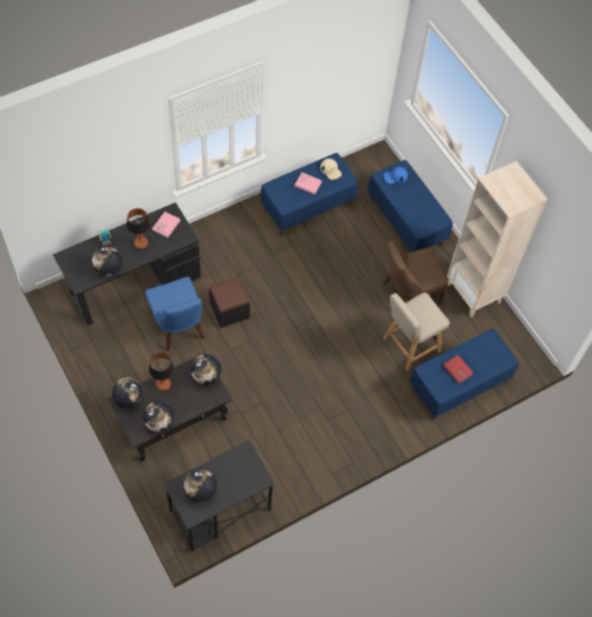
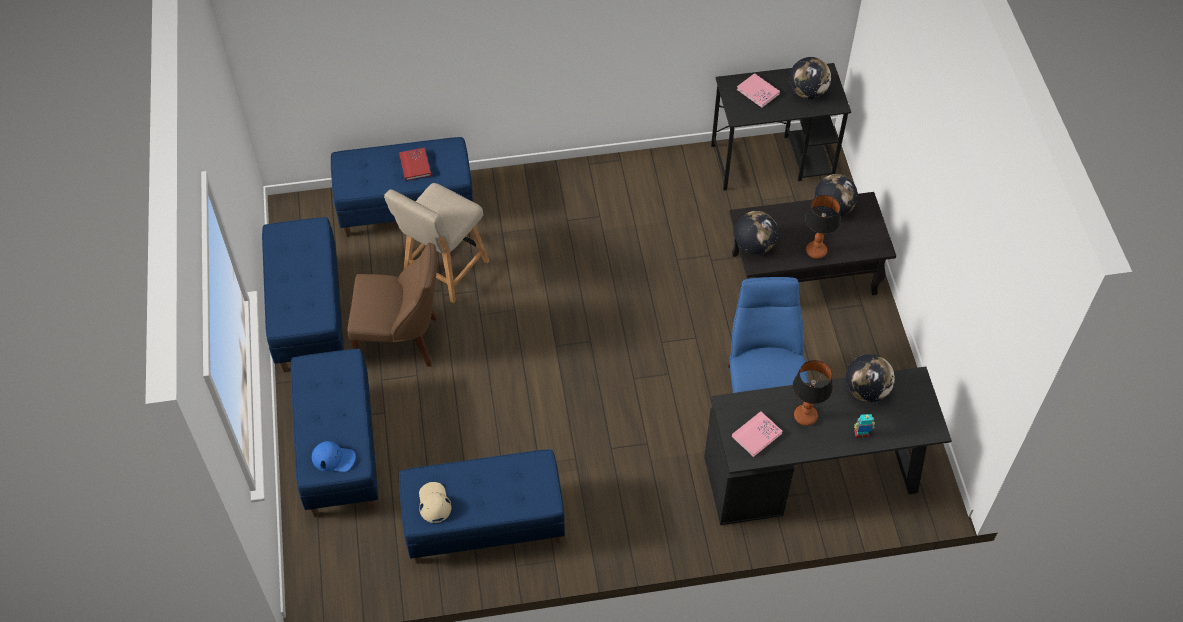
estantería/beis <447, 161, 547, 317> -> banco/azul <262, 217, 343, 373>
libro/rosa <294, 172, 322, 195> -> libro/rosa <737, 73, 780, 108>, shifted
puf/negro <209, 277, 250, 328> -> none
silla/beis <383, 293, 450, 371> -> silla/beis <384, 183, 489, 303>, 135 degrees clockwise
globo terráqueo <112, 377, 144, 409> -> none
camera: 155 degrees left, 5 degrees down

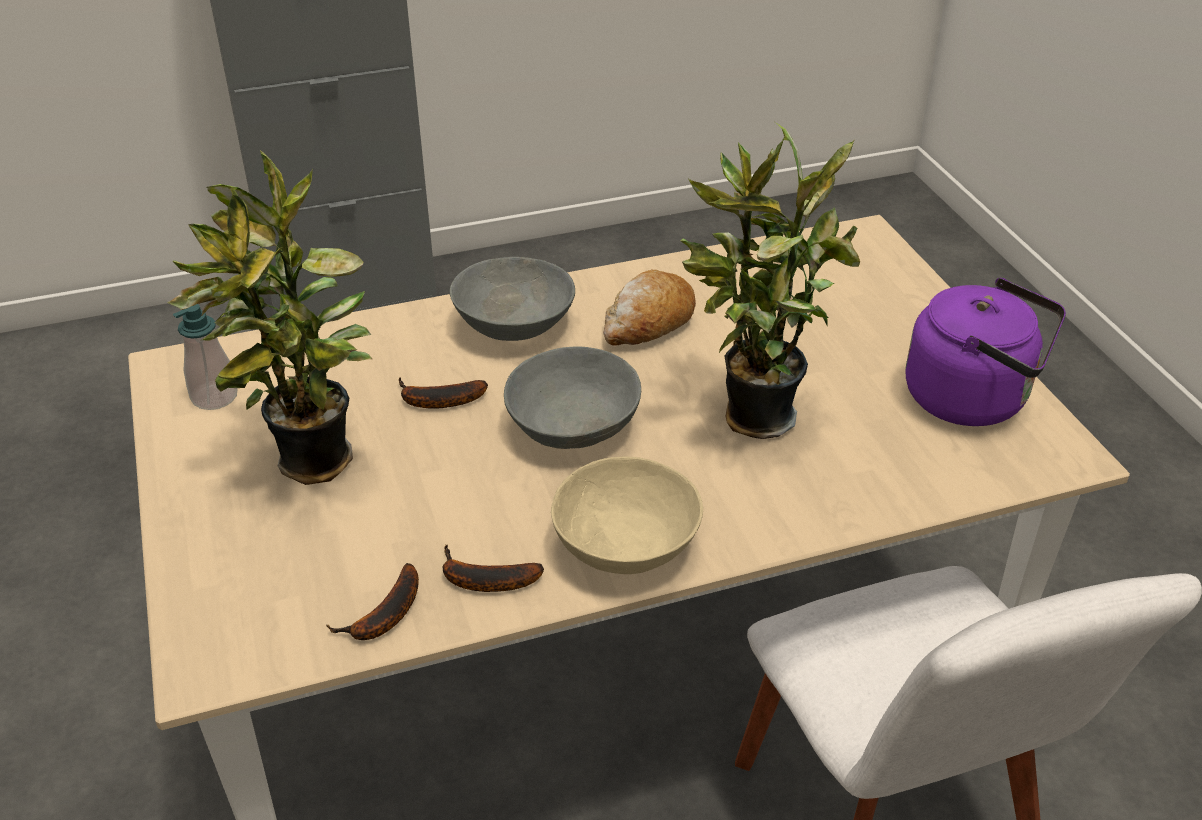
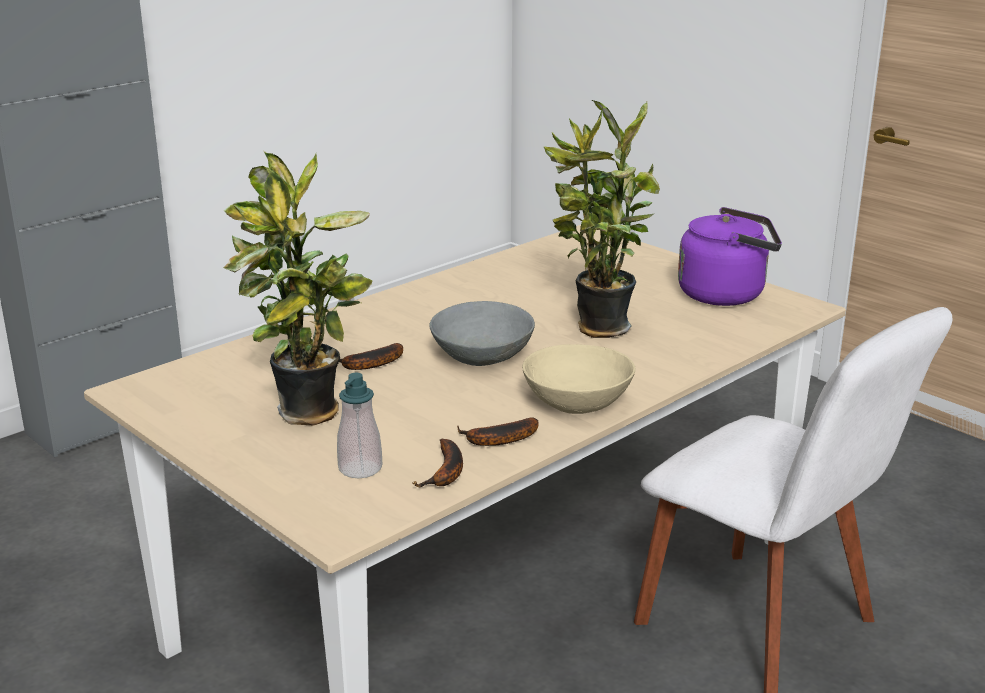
cuenco/gris <450, 257, 575, 341> -> none
pan <603, 269, 696, 346> -> none
dispensador de jabón <173, 304, 238, 410> -> dispensador de jabón <337, 373, 382, 478>, shifted
camera: 25 degrees left, 15 degrees down

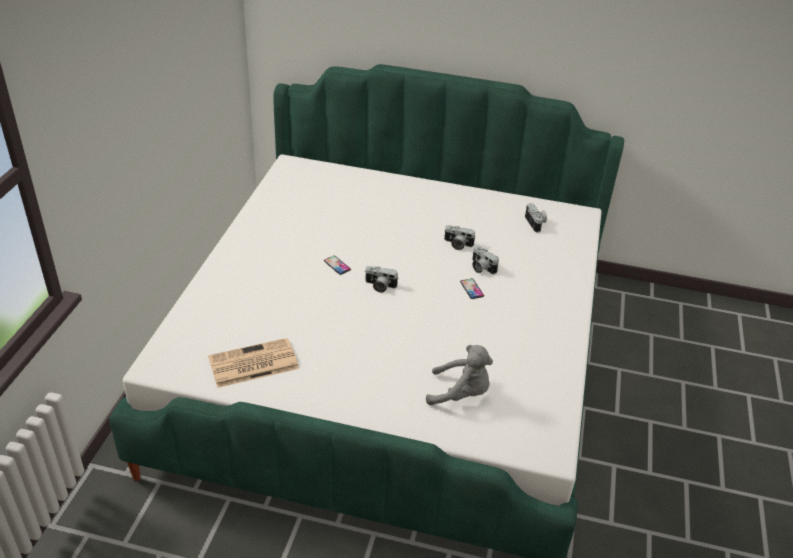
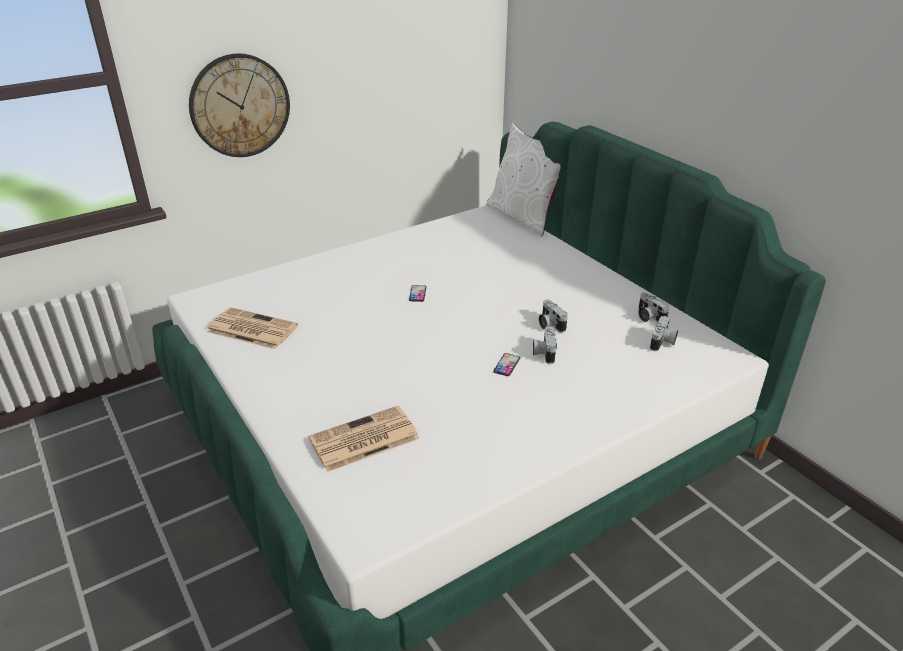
cámara <365, 266, 399, 293> -> cámara <638, 292, 669, 322>, shifted
peluche/gris <426, 345, 493, 405> -> periódico <309, 406, 420, 472>
none -> reloj de pared <189, 53, 290, 157>
none -> cojín/blanco <486, 123, 561, 236>
camera: 45 degrees right, 5 degrees down

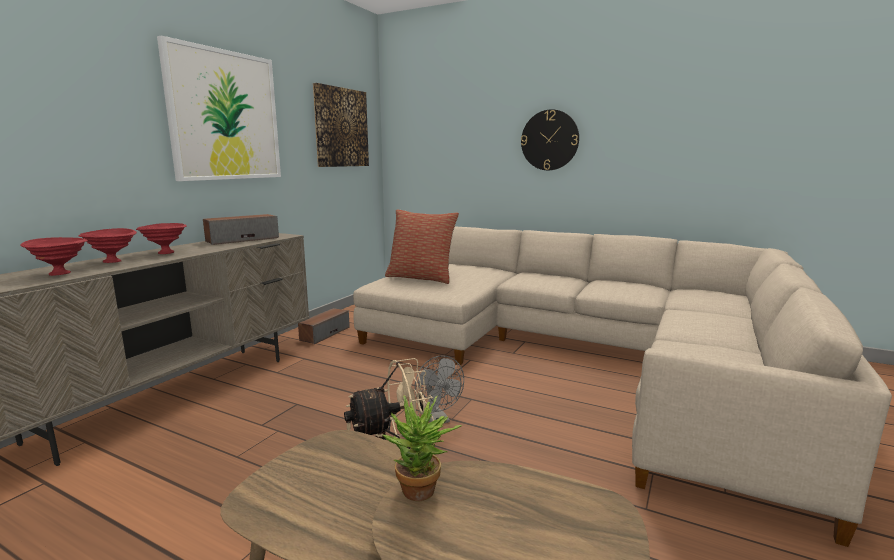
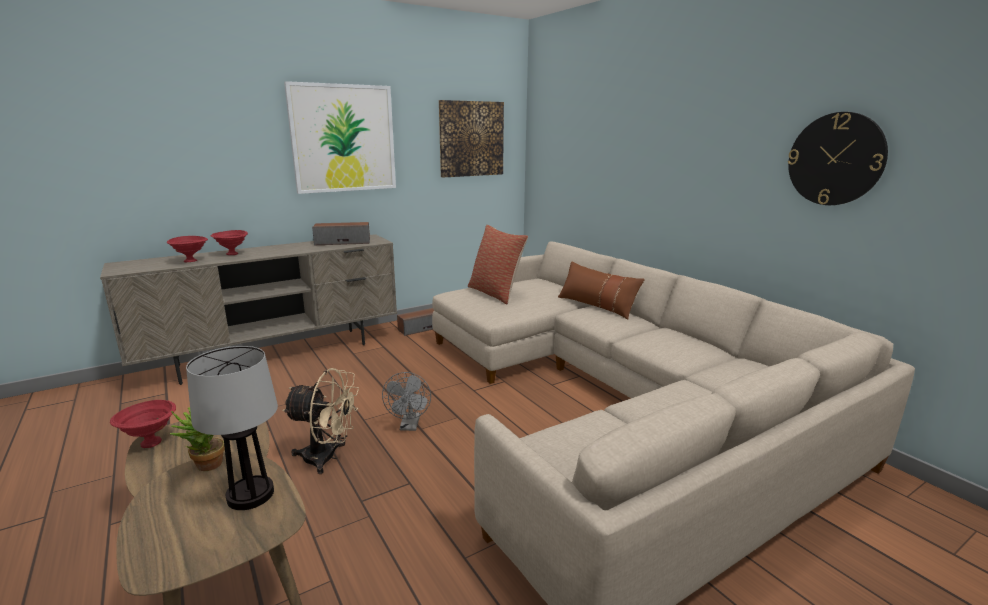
reloj de pared <521, 109, 579, 170> -> reloj de pared <788, 112, 888, 205>, shifted
cuenco/rojo <136, 223, 187, 254> -> cuenco/rojo <110, 400, 176, 448>, shifted
none -> cojín/marrón <558, 262, 645, 319>
none -> lámpara de mesa <186, 346, 278, 510>
camera: 30 degrees right, 5 degrees up

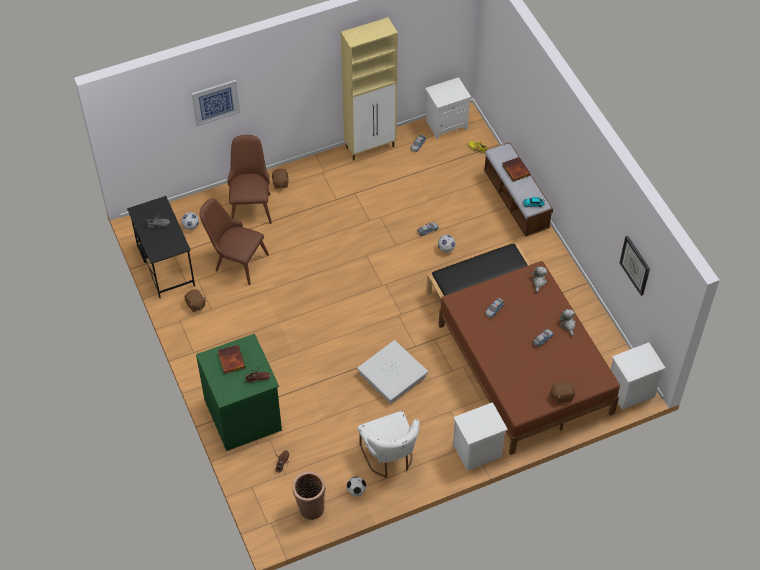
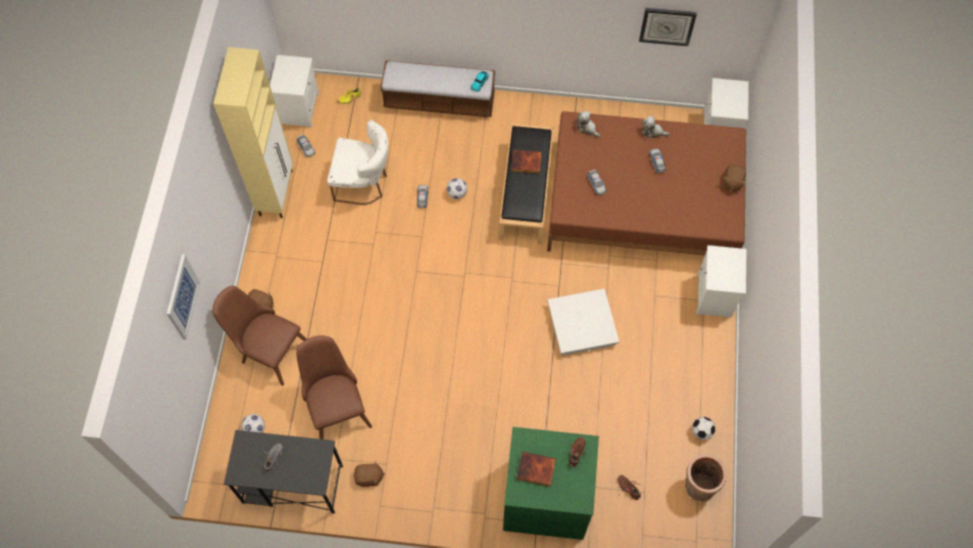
libro <502, 157, 530, 182> -> libro <511, 149, 542, 174>, shifted
silla/marrón <200, 198, 269, 285> -> silla/marrón <296, 336, 372, 439>, 105 degrees clockwise
silla/blanco <358, 411, 420, 478> -> silla/blanco <327, 120, 388, 205>, shifted
camera: 60 degrees left, 10 degrees up

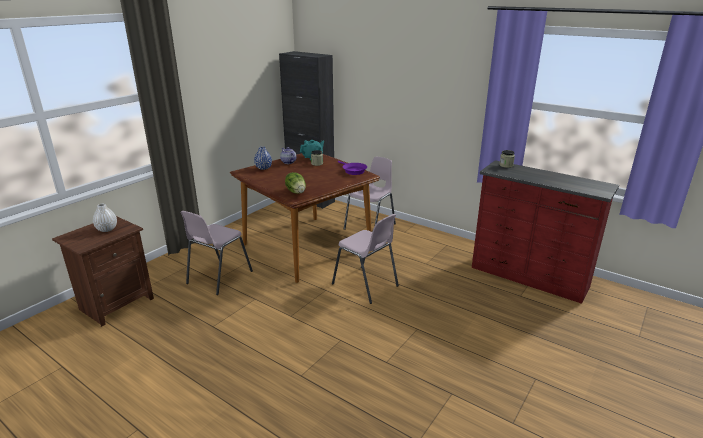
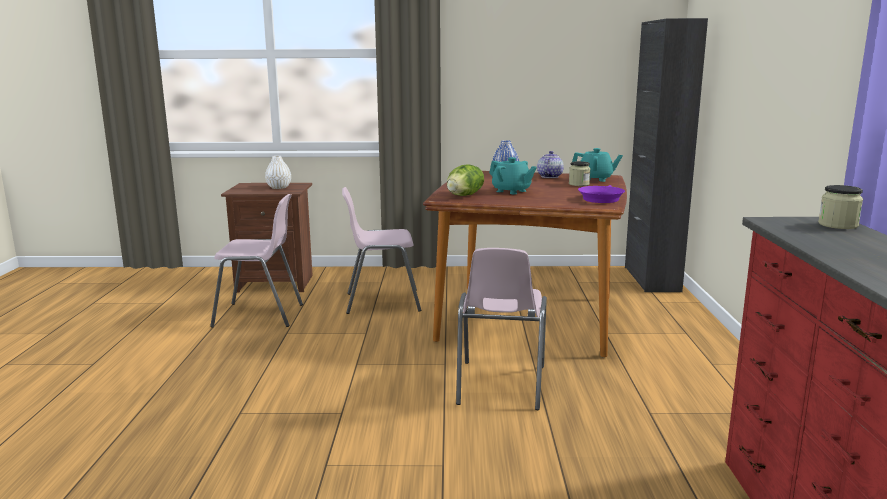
silla/rosa <344, 157, 396, 230> -> silla/rosa <210, 194, 303, 328>, shifted
none -> tetera/turquesa <489, 157, 537, 194>
camera: 55 degrees right, 10 degrees down

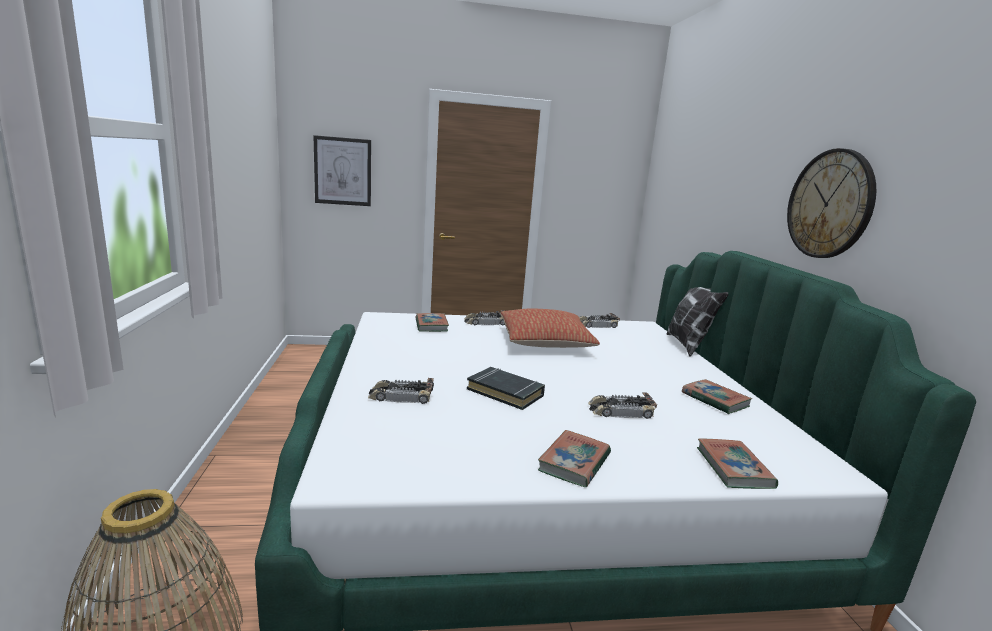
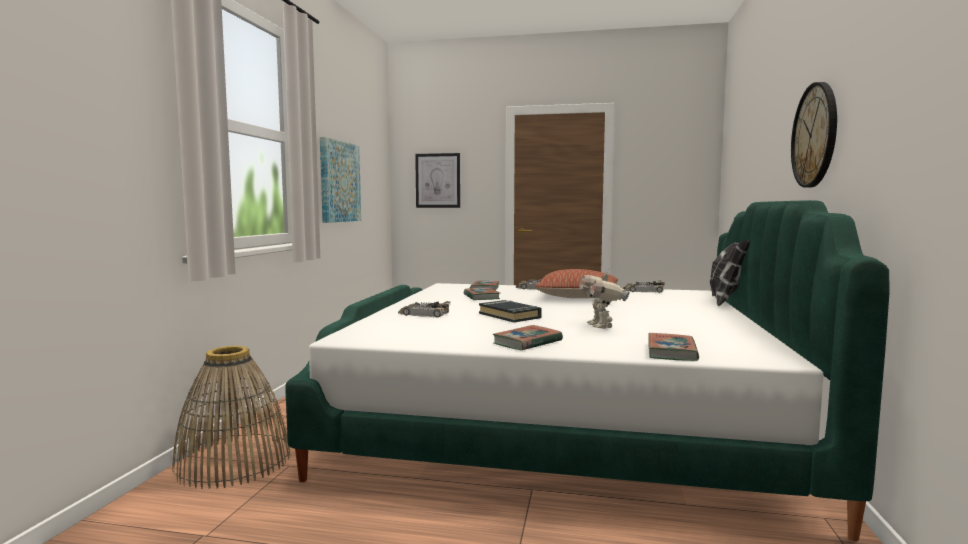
libro <682, 379, 752, 414> -> libro <464, 288, 500, 300>, shifted
coche de juguete <588, 392, 657, 419> -> robot de juguete <579, 269, 630, 329>
none -> cuadro <320, 137, 361, 223>
camera: 20 degrees right, 10 degrees down

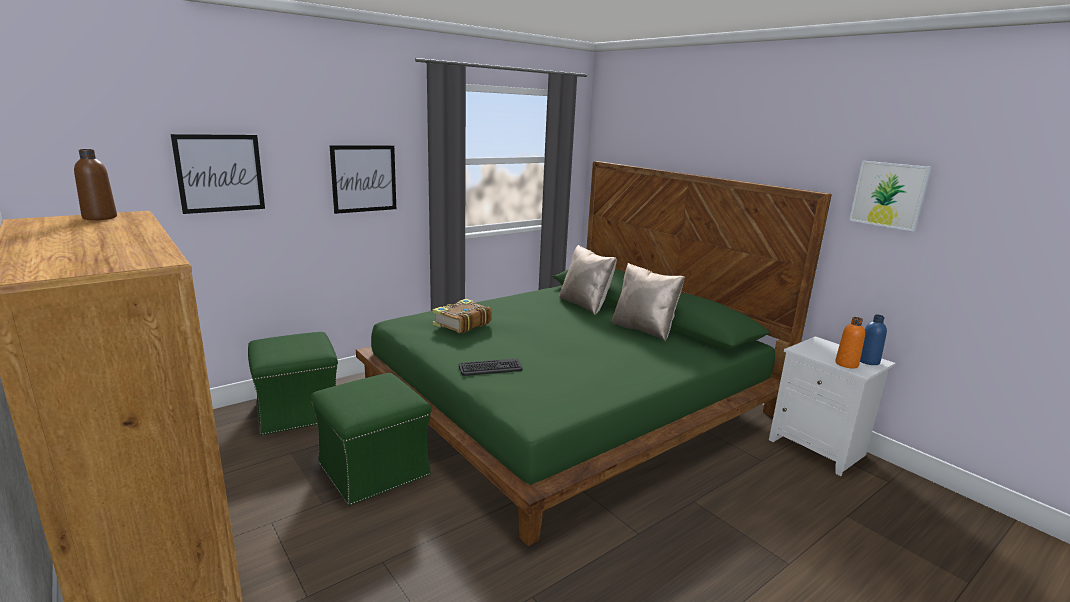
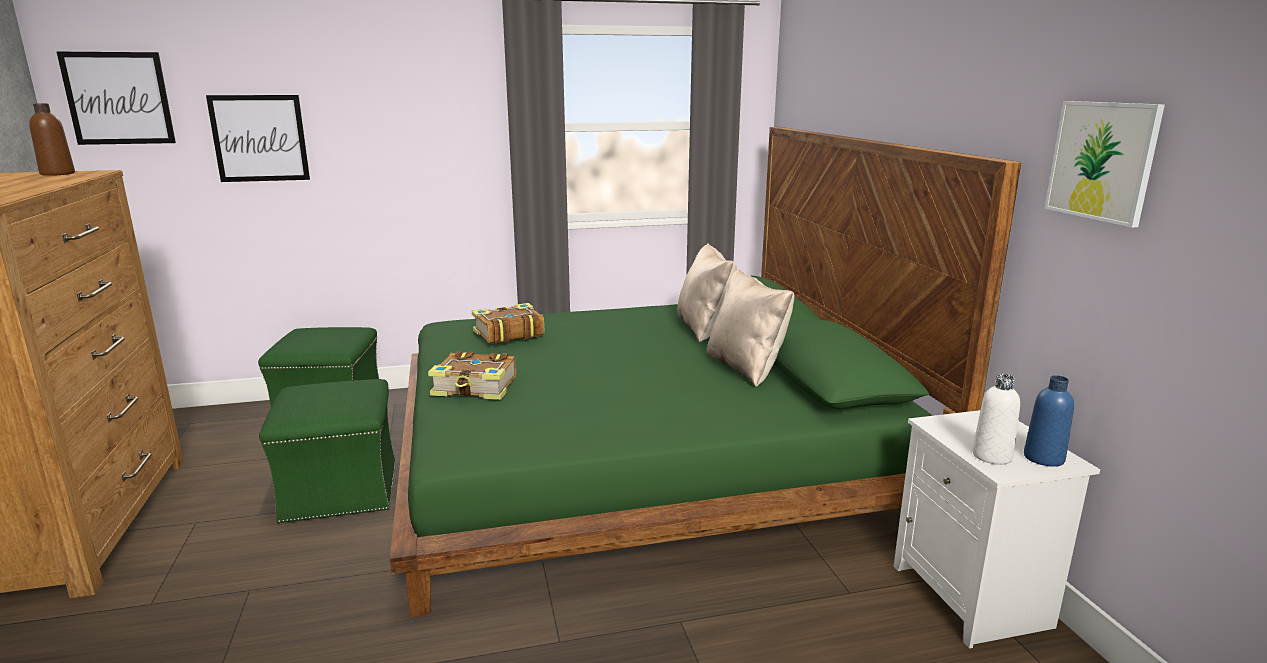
cuadro <329, 145, 396, 214> -> cuadro <57, 52, 176, 145>, shifted
botella/naranja <835, 317, 865, 369> -> botella/blanco <972, 374, 1020, 465>
teclado <459, 358, 523, 376> -> libro <428, 351, 516, 400>
camera: 25 degrees right, 0 degrees up

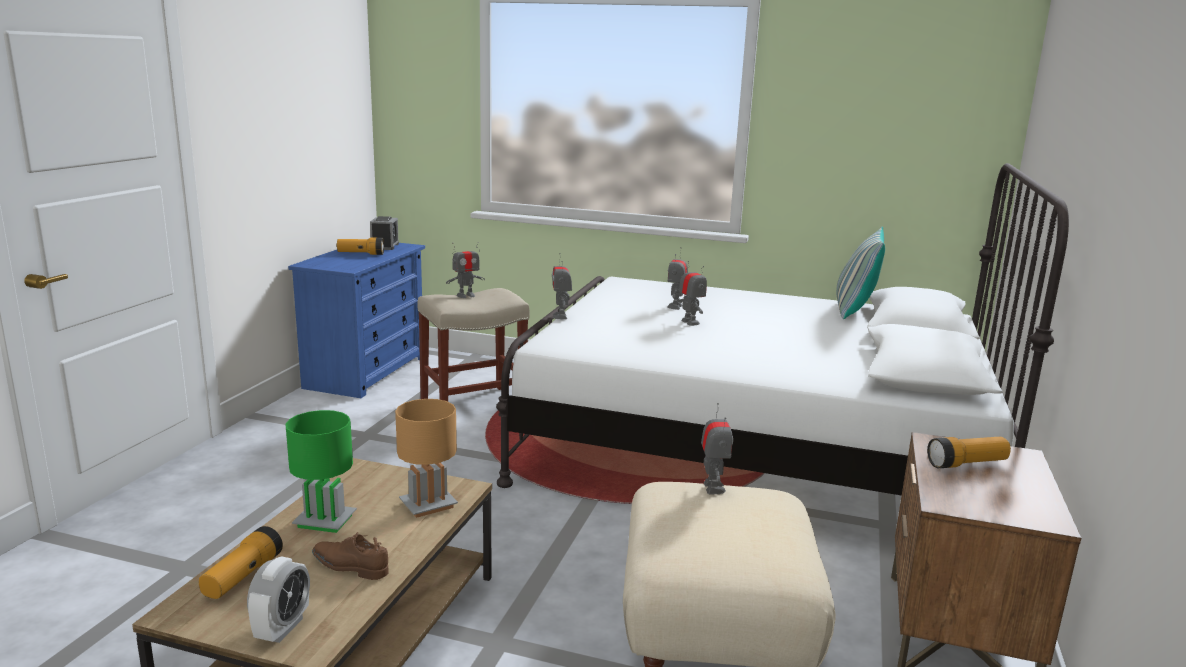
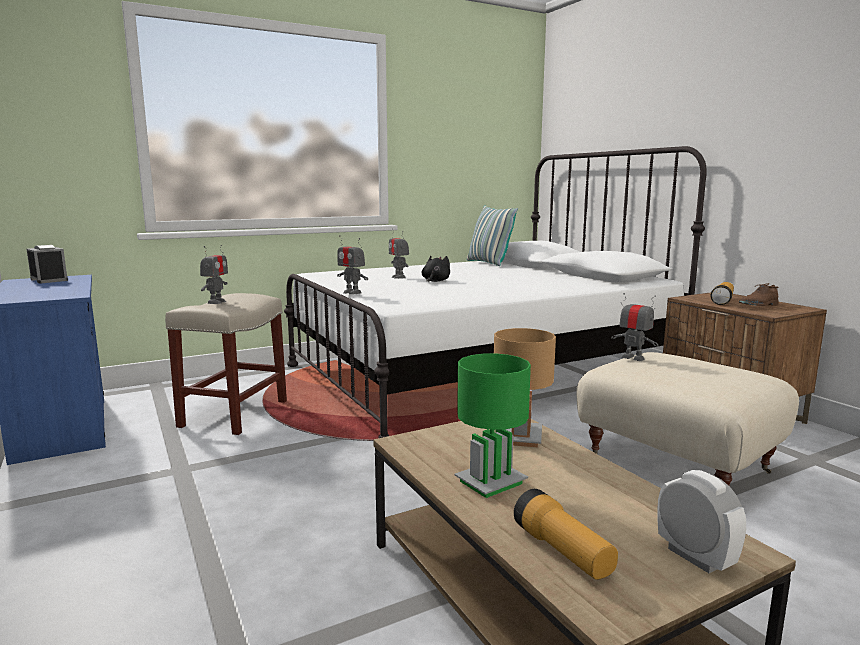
linterna <337, 237, 384, 255> -> none
robot de juguete <679, 261, 707, 326> -> peluche/negro <422, 256, 450, 282>
zapato/marrón <312, 532, 389, 580> -> zapato/marrón <739, 283, 779, 306>, shifted
camera: 45 degrees left, 5 degrees down

